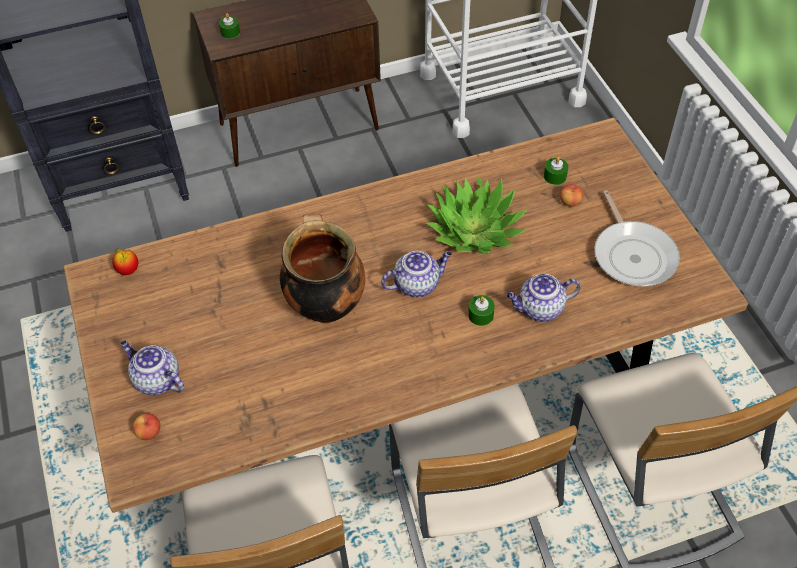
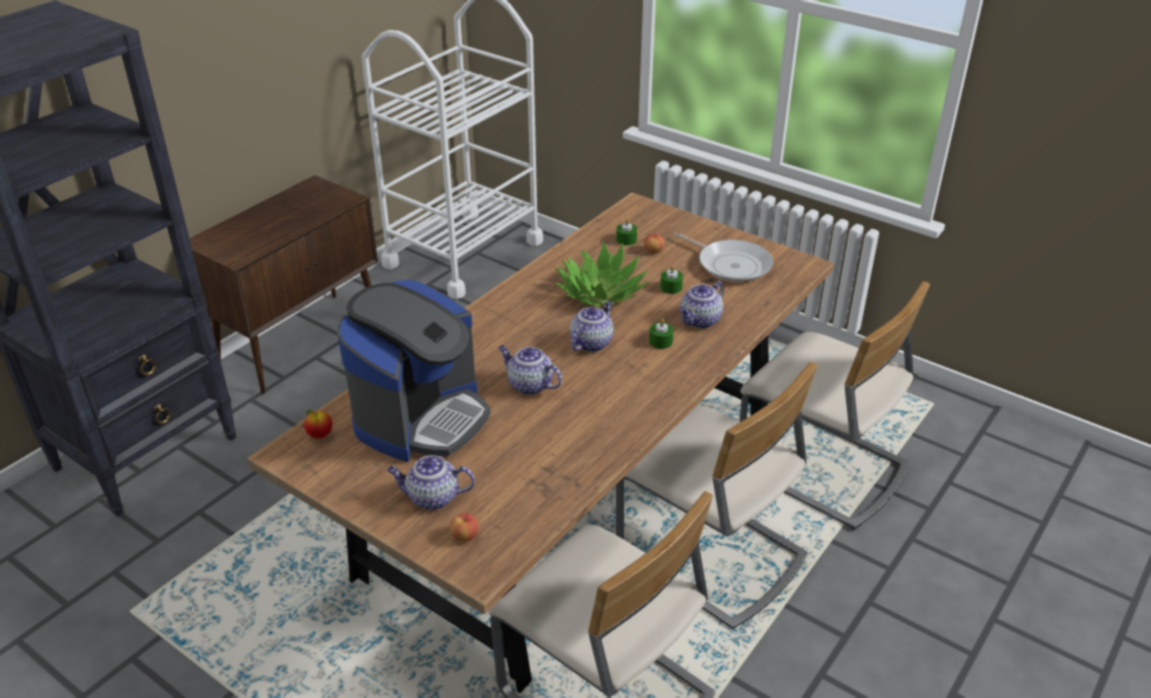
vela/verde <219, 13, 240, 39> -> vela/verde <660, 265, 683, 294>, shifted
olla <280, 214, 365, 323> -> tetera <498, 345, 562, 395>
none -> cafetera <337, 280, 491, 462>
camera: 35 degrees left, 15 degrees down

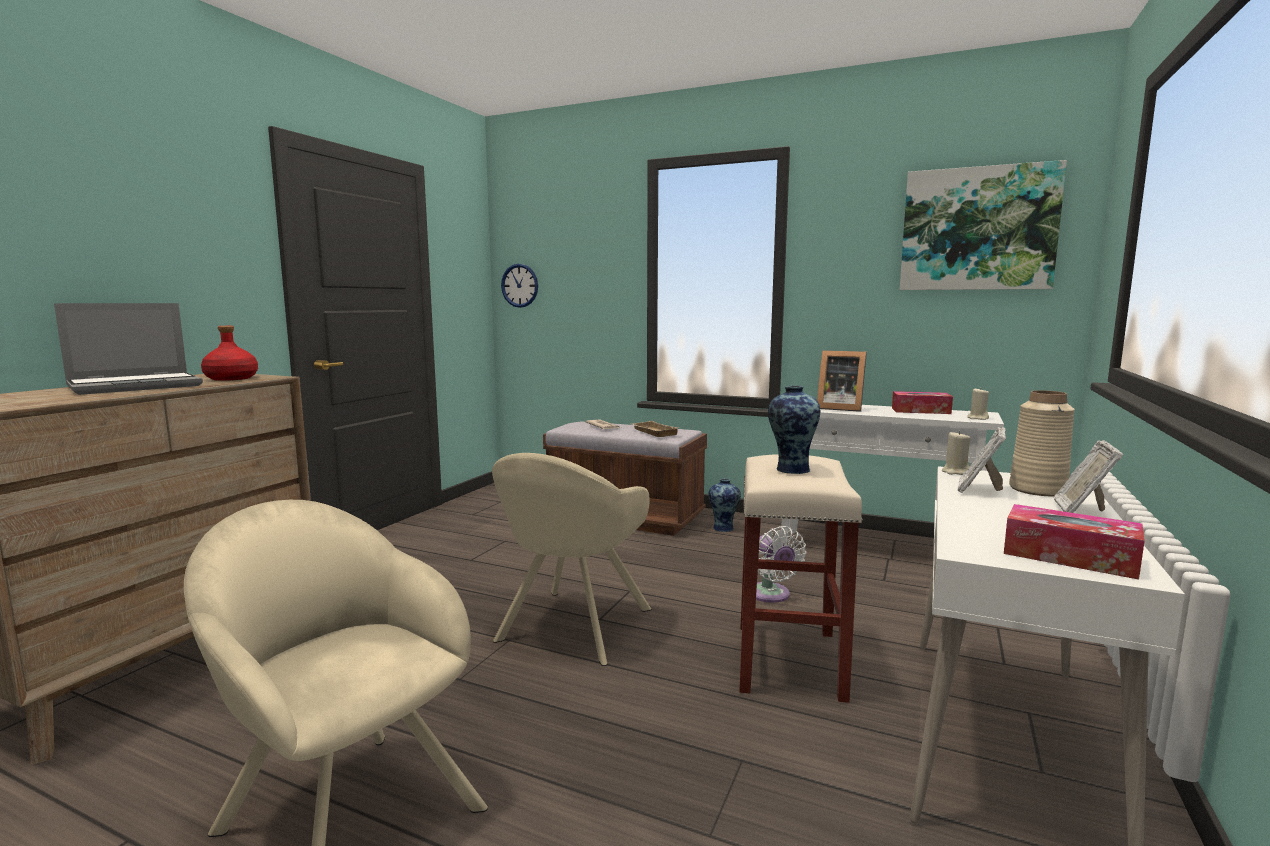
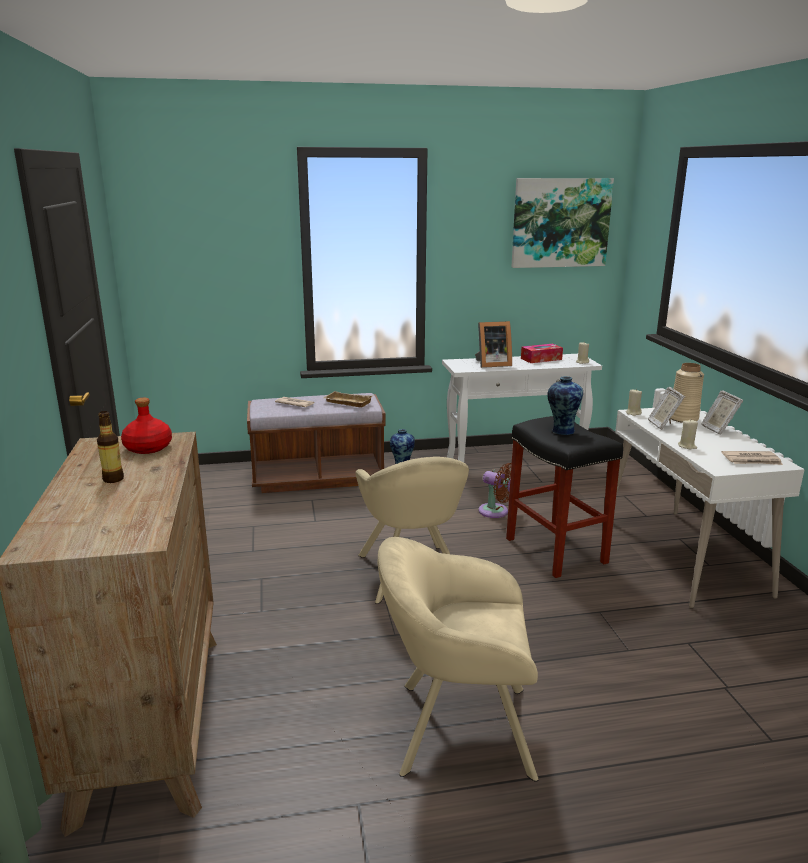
reloj de pared <501, 264, 538, 308> -> none
portátil <54, 303, 203, 395> -> botella <97, 411, 124, 483>
taburete/beis <739, 454, 863, 703> -> taburete/negro <506, 416, 623, 578>
caja de pañuelos <1004, 504, 1145, 580> -> periódico <721, 451, 783, 465>
ventilador/blanco <756, 526, 806, 603> -> ventilador/marrón <478, 463, 512, 518>
none -> vela/beis <678, 420, 698, 449>
camera: 35 degrees left, 10 degrees up

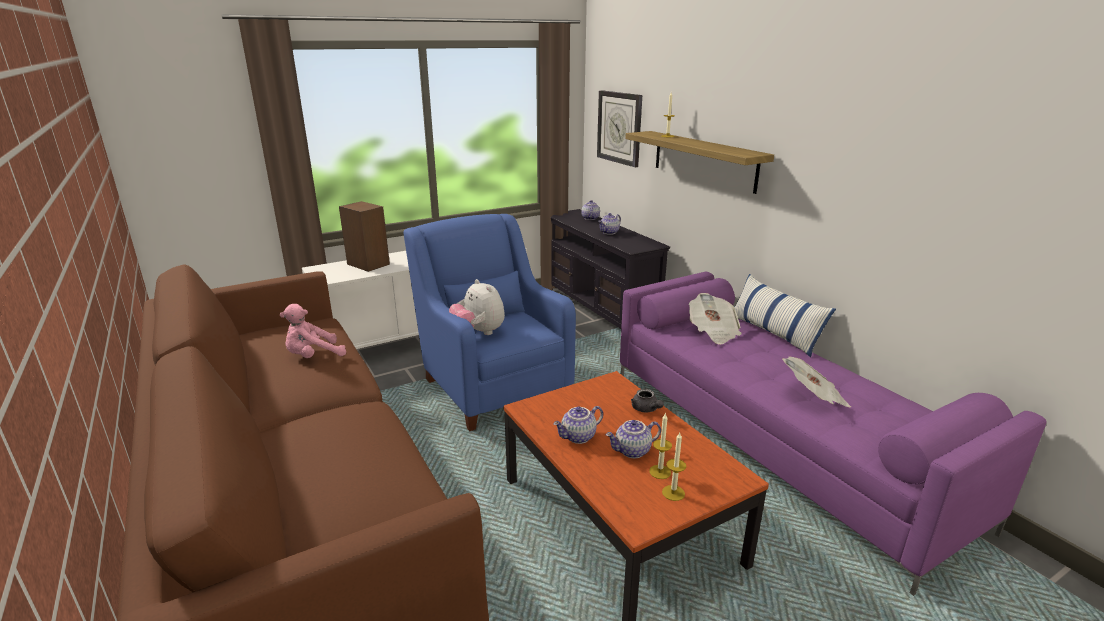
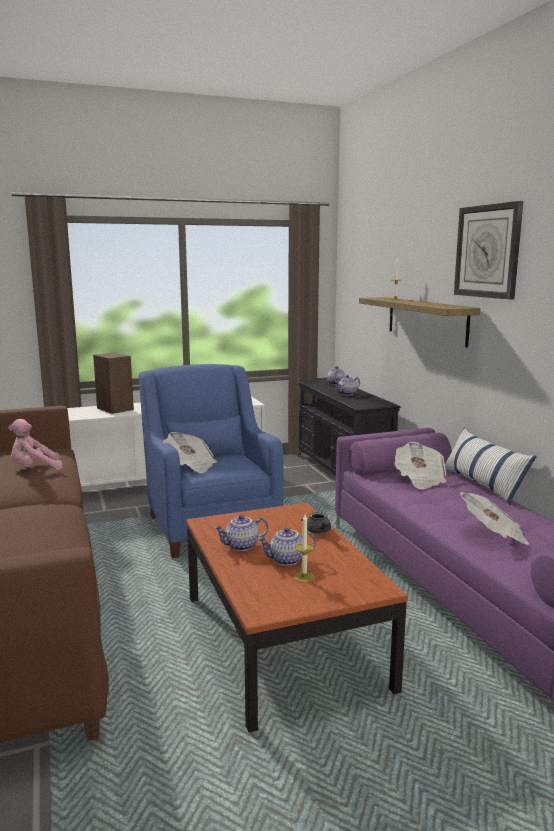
reloj de pared <597, 90, 642, 167> -> reloj de pared <454, 201, 523, 300>, shifted
peluche <449, 279, 505, 335> -> periódico <163, 432, 217, 473>
vela <662, 433, 686, 501> -> none
camera: 10 degrees right, 10 degrees down

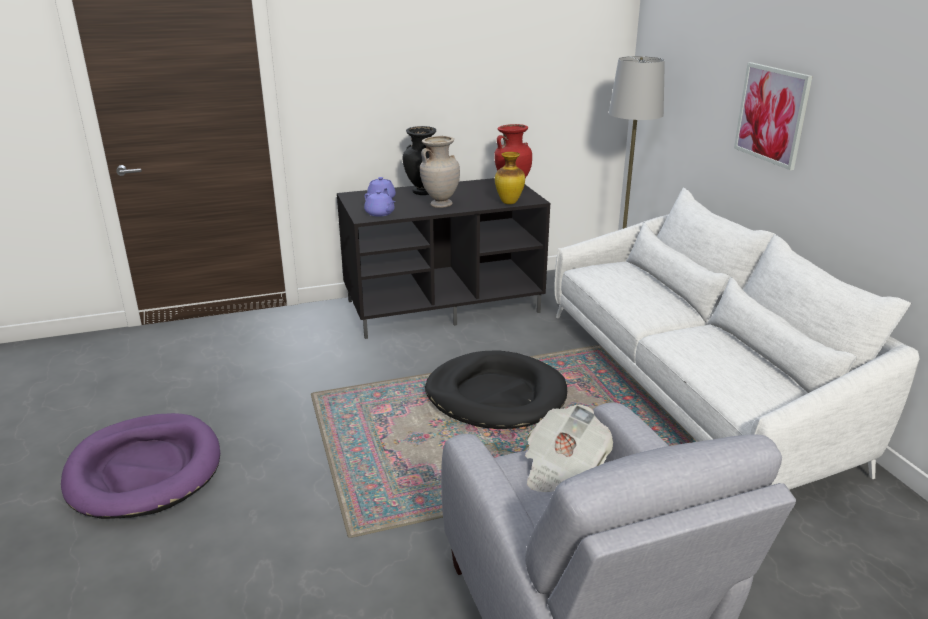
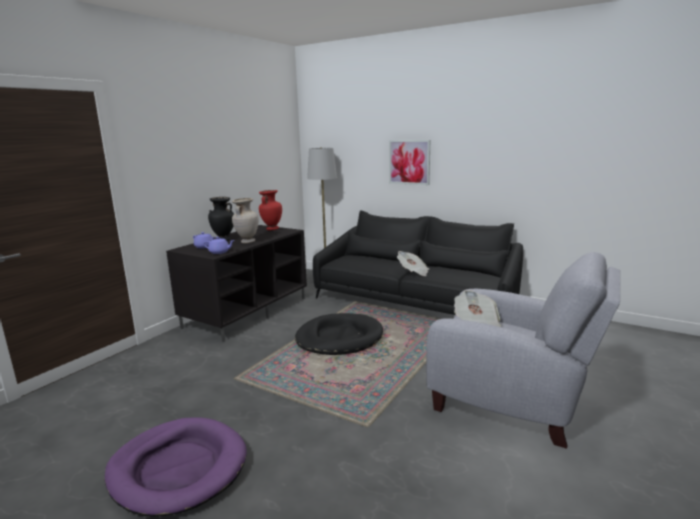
florero <495, 152, 525, 204> -> none
sofá/blanco <555, 187, 920, 490> -> sofá/negro <313, 211, 523, 315>
none -> periódico <397, 251, 429, 276>
camera: 40 degrees left, 10 degrees down

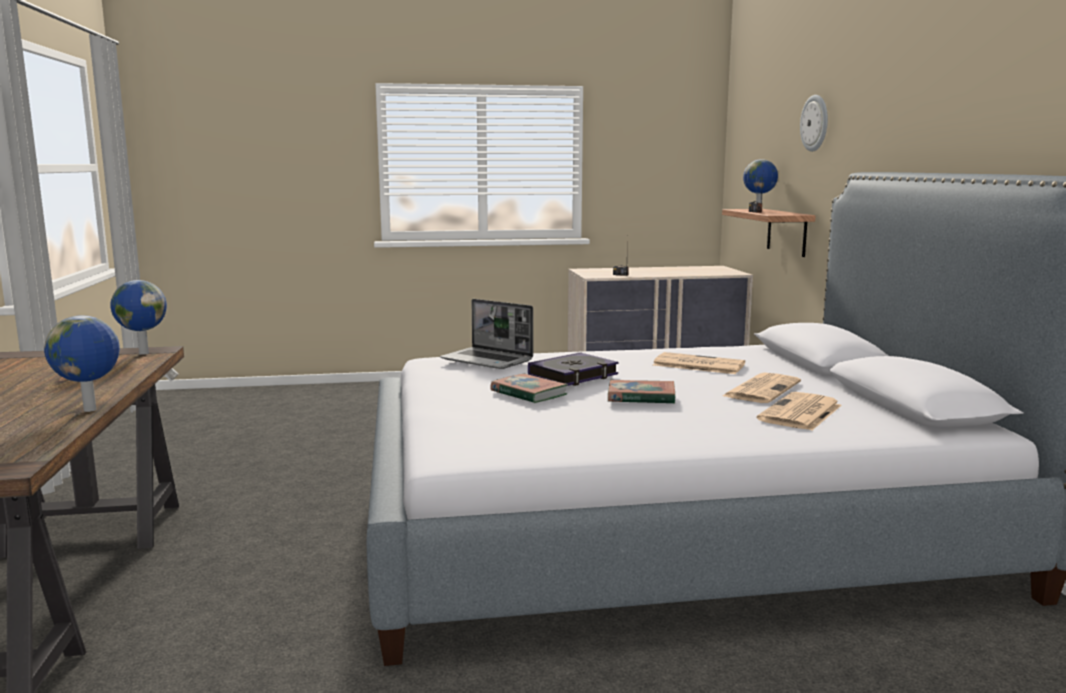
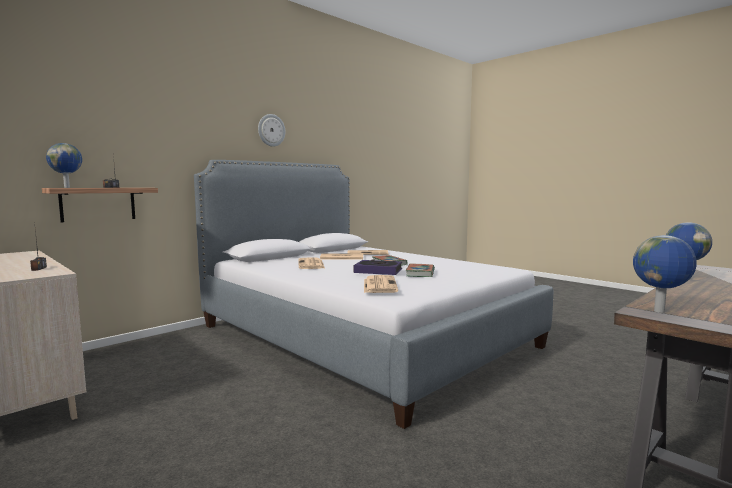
reloj de pared <800, 95, 828, 152> -> reloj de pared <258, 114, 285, 147>, shifted
portátil <440, 299, 533, 369> -> periódico <364, 275, 398, 293>
camera: 125 degrees left, 5 degrees down

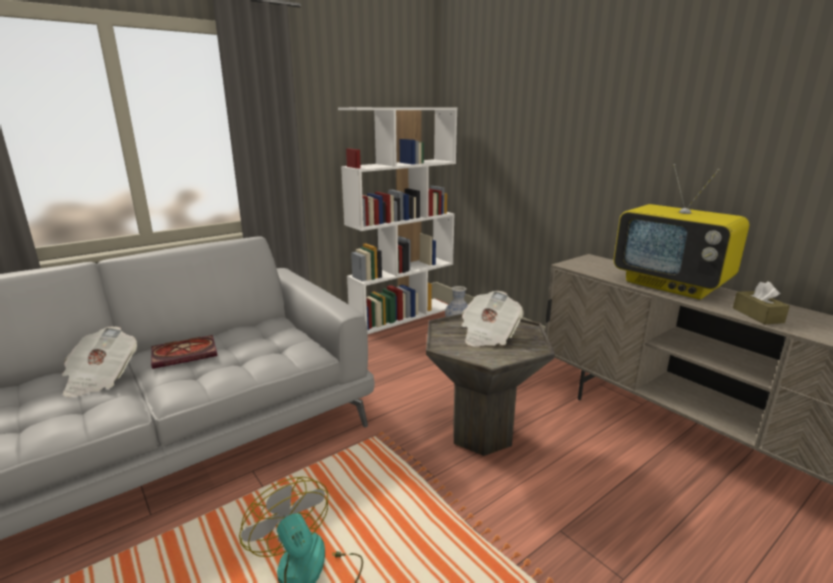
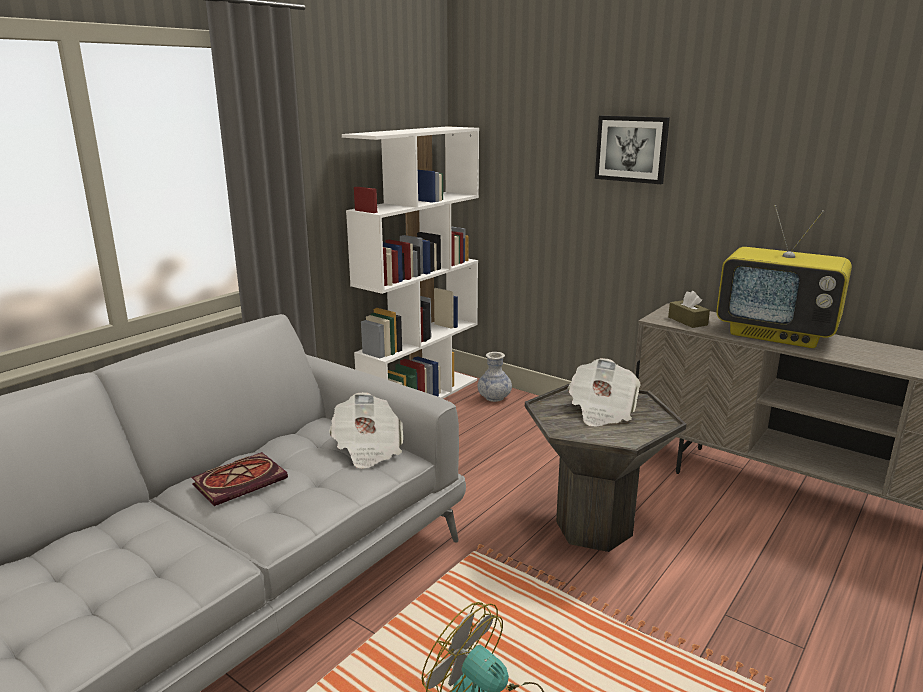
caja de pañuelos/marrón <733, 281, 790, 324> -> caja de pañuelos/marrón <668, 291, 710, 328>, shifted
periódico <62, 327, 137, 397> -> periódico <329, 392, 403, 469>, shifted
none -> cuadro <595, 116, 670, 184>
camera: 15 degrees left, 0 degrees up

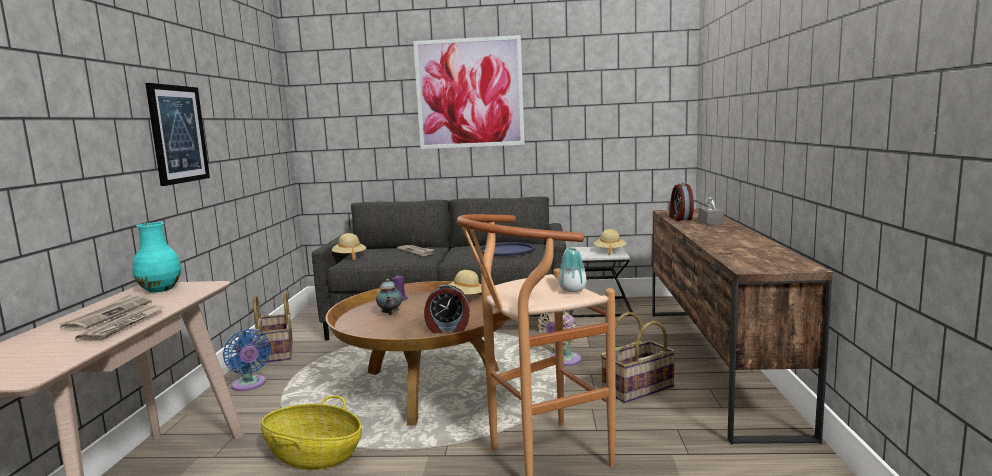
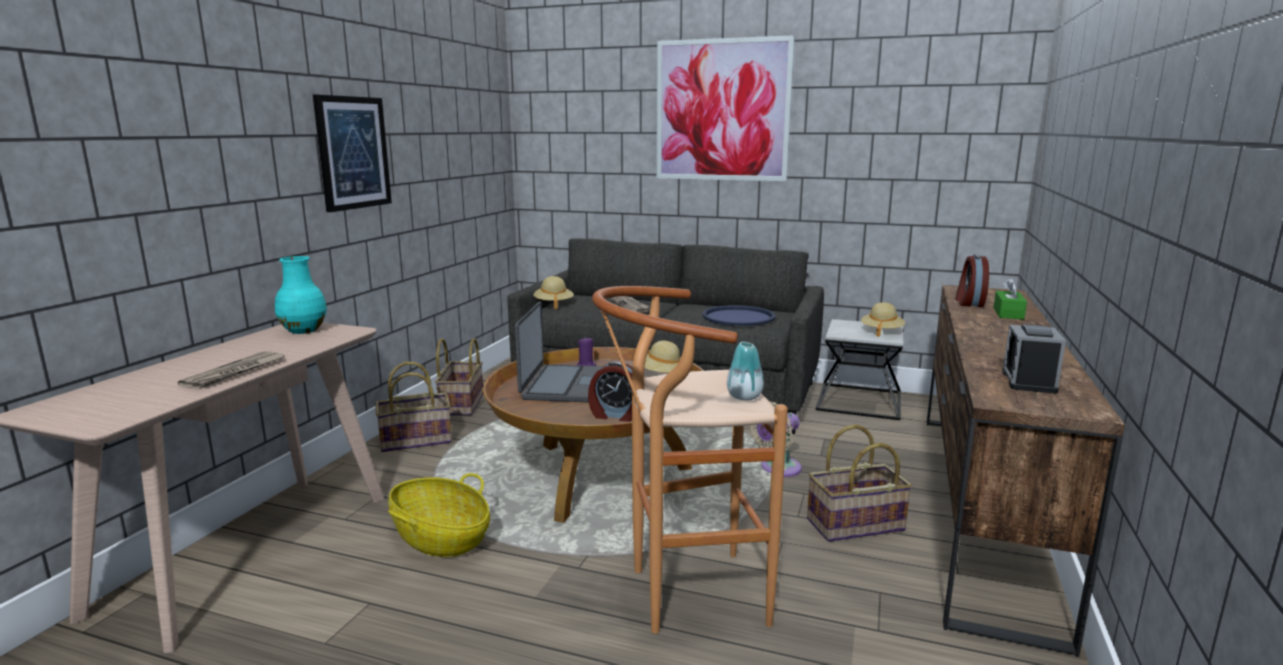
caja de pañuelos/gris <698, 196, 724, 225> -> caja de pañuelos/verde <993, 278, 1027, 320>
tetera <376, 279, 402, 315> -> portátil <515, 301, 603, 402>
periódico <58, 294, 152, 331> -> none
ventilador/azul <223, 329, 271, 391> -> cesta <376, 362, 452, 452>
none -> despertador <1002, 324, 1066, 393>
camera: 15 degrees right, 5 degrees up

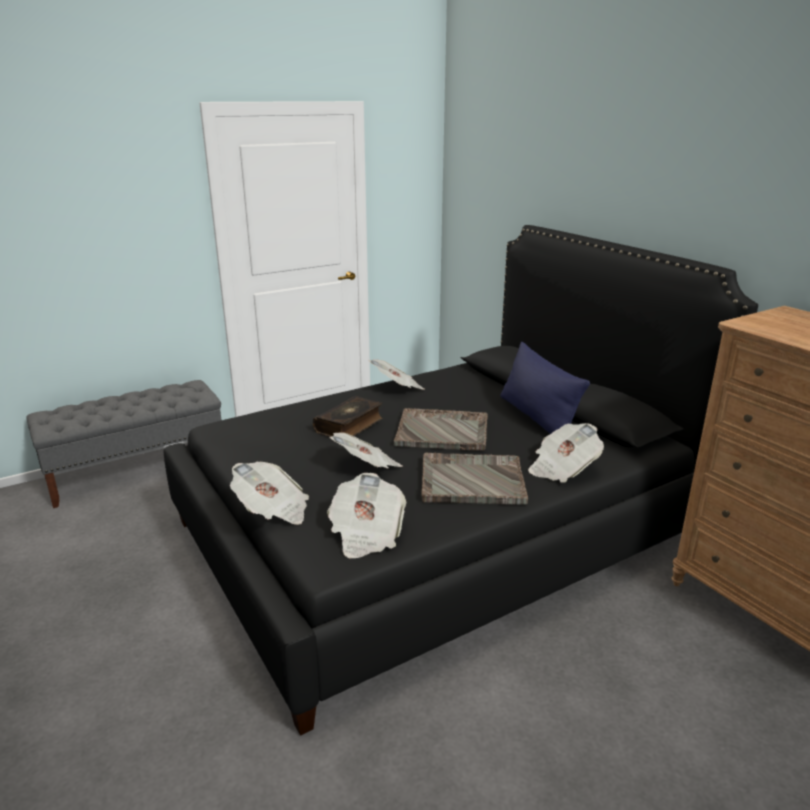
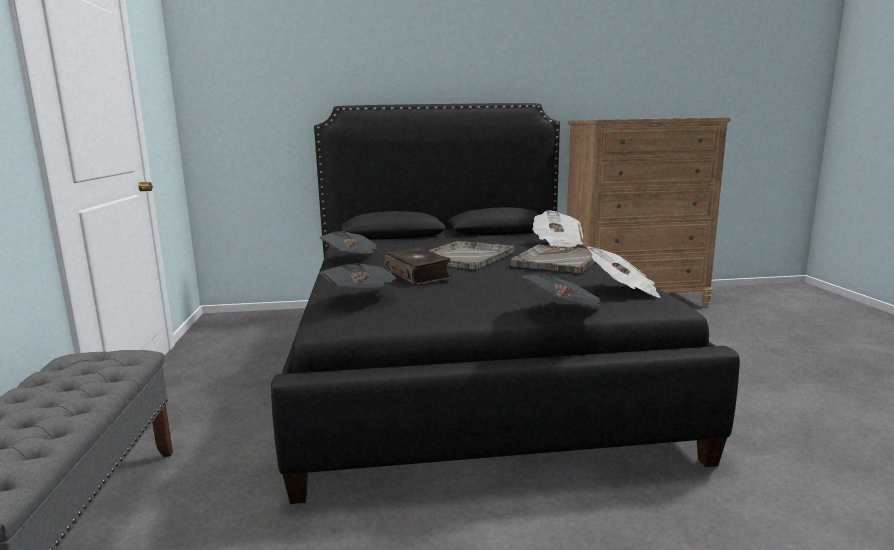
cojín/azul <500, 342, 590, 434> -> none
periódico <329, 432, 403, 469> -> periódico <319, 264, 397, 288>, shifted
camera: 65 degrees left, 10 degrees down

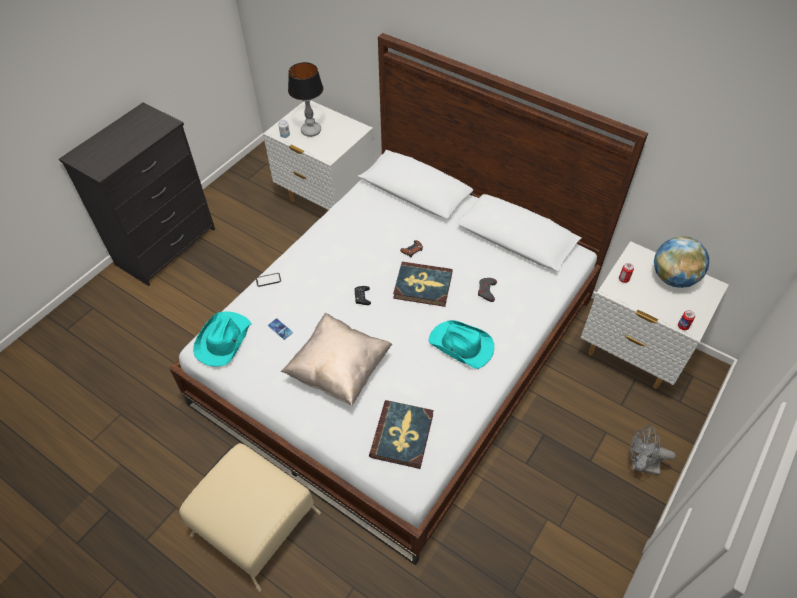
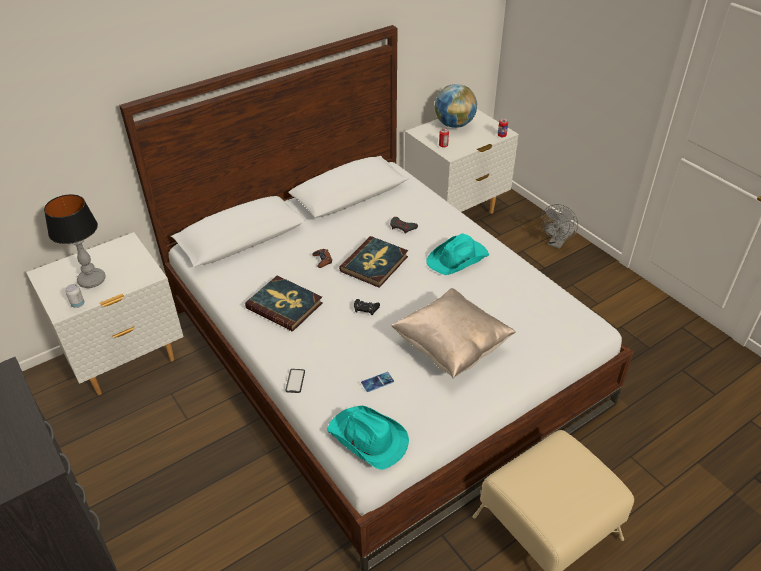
libro <369, 400, 434, 469> -> libro <245, 276, 323, 331>, shifted
camera: 70 degrees left, 10 degrees down

